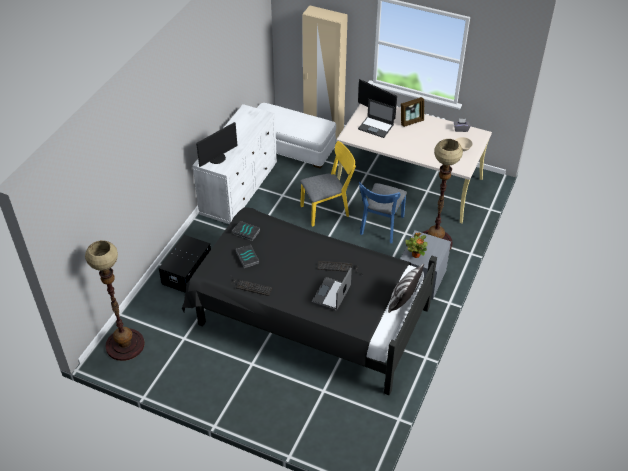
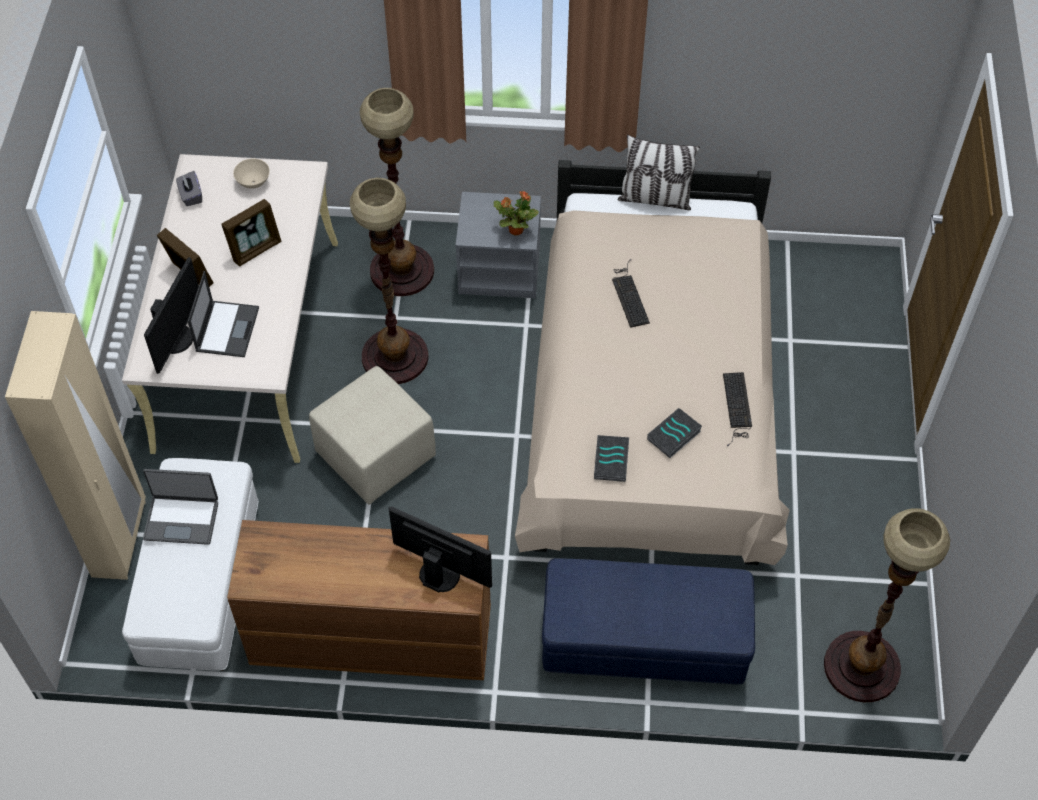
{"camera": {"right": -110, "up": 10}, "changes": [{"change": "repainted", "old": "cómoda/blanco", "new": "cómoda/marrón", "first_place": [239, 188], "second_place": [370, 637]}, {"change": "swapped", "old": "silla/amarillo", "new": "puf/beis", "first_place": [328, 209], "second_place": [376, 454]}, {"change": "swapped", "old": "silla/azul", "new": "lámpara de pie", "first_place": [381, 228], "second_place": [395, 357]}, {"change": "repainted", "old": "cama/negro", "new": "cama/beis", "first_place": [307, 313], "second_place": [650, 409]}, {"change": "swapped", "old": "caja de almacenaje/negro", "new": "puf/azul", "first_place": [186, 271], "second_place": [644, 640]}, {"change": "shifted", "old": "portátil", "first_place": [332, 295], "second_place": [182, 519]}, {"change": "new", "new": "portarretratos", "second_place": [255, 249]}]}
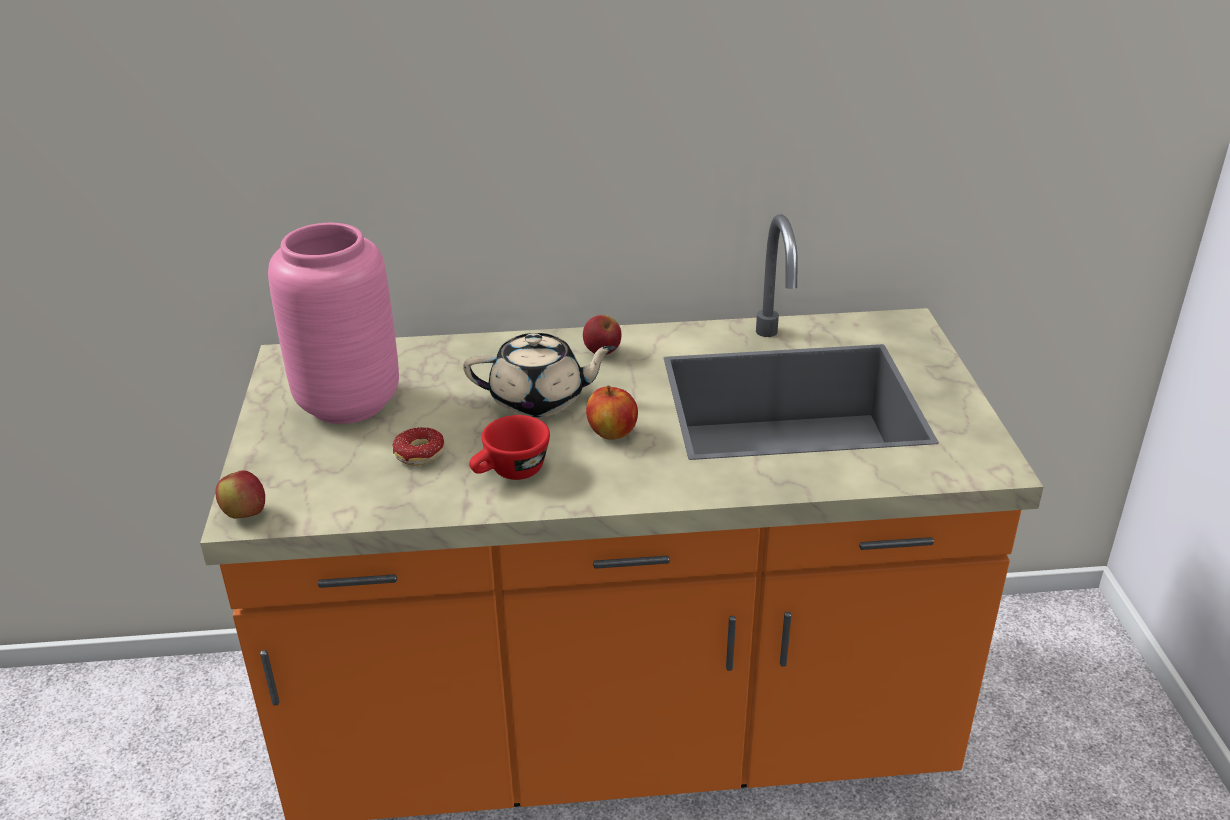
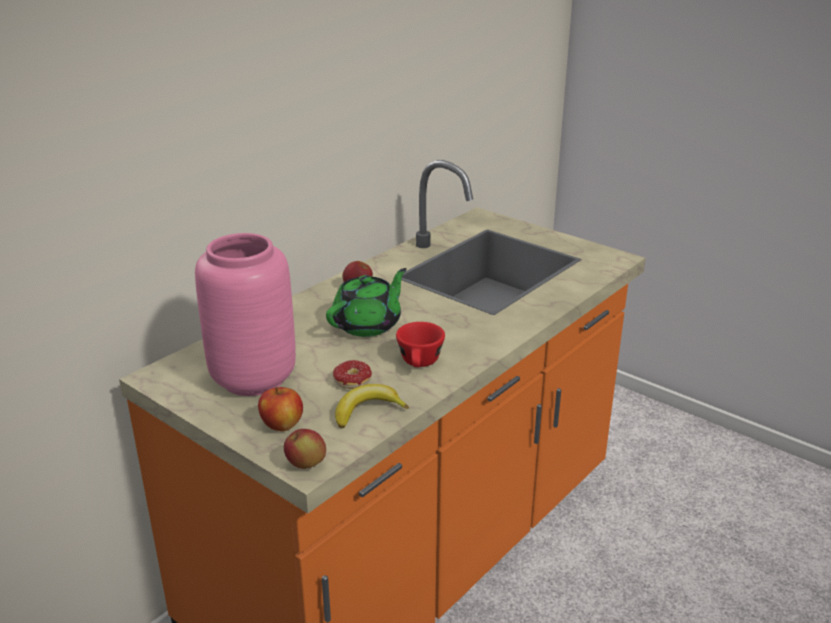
{"camera": {"right": -45, "up": -5}, "changes": [{"change": "repainted", "old": "tetera/beis", "new": "tetera/verde", "first_place": [539, 400], "second_place": [368, 324]}, {"change": "shifted", "old": "manzana", "first_place": [612, 433], "second_place": [282, 425]}, {"change": "new", "new": "plátano", "second_place": [367, 411]}]}
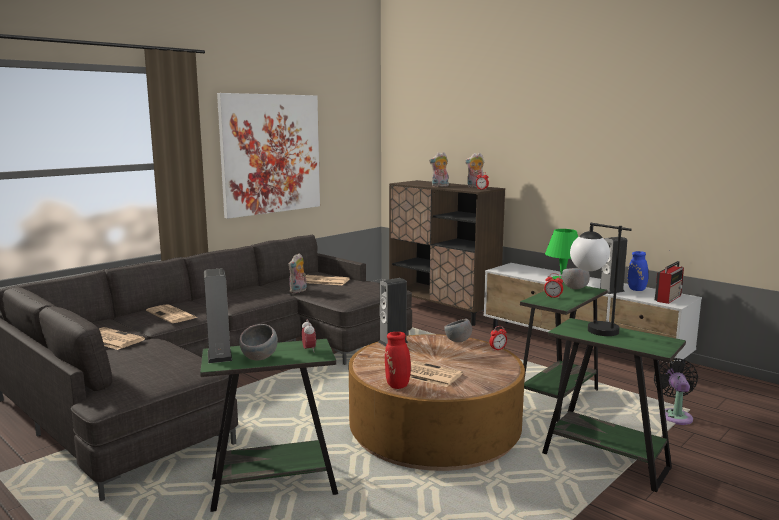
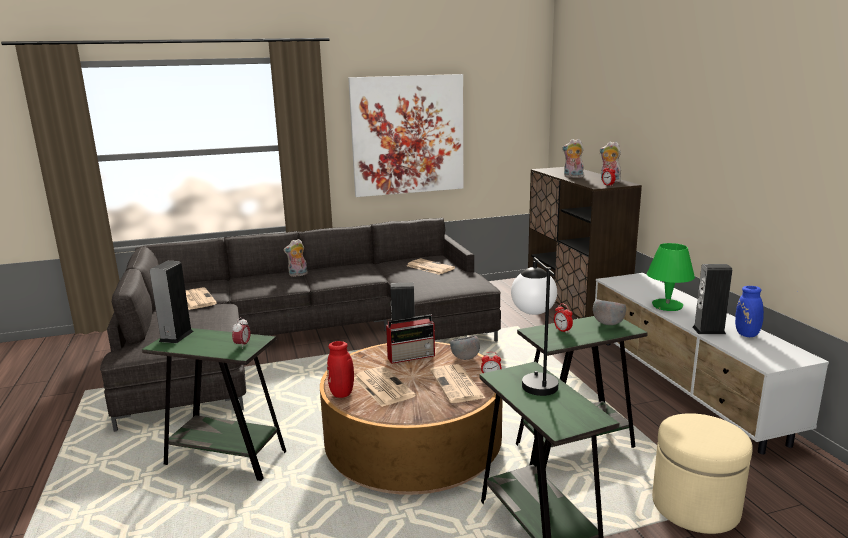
{"camera": {"right": 30, "up": 5}, "changes": [{"change": "shifted", "old": "peluche", "first_place": [298, 291], "second_place": [298, 275]}, {"change": "shifted", "old": "radio", "first_place": [668, 298], "second_place": [412, 356]}, {"change": "shifted", "old": "periódico", "first_place": [172, 315], "second_place": [457, 385]}, {"change": "gone", "old": "cuenco/gris", "first_place": [259, 358]}, {"change": "swapped", "old": "ventilador/negro", "new": "puf/beis", "first_place": [675, 415], "second_place": [695, 506]}]}
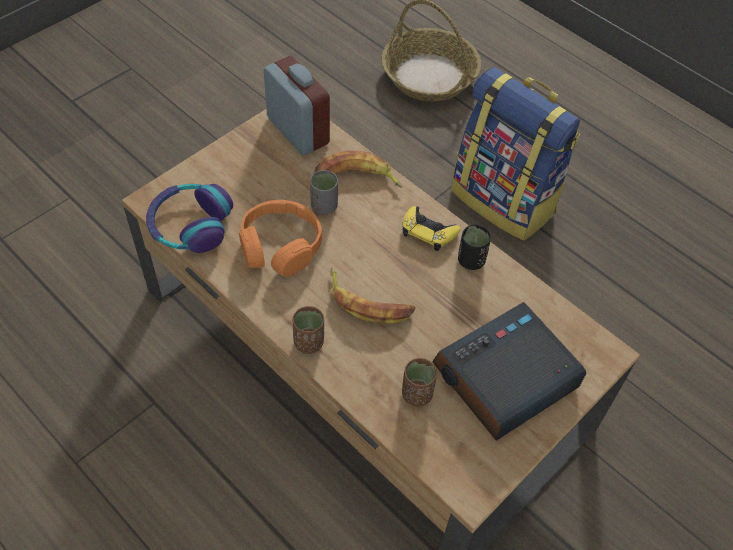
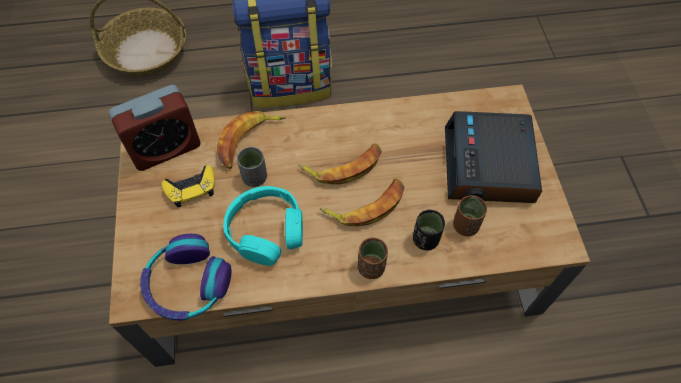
{"camera": {"right": -50, "up": 5}, "changes": [{"change": "rotated", "old": "despertador", "first_place": [298, 131], "second_place": [165, 148], "degrees": 150}, {"change": "repainted", "old": "auriculares/naranja", "new": "auriculares/turquesa", "first_place": [280, 246], "second_place": [266, 231]}, {"change": "shifted", "old": "mando de consola/amarillo", "first_place": [428, 232], "second_place": [191, 188]}, {"change": "shifted", "old": "taza/negro", "first_place": [471, 260], "second_place": [425, 239]}, {"change": "new", "new": "plátano", "second_place": [344, 166]}]}
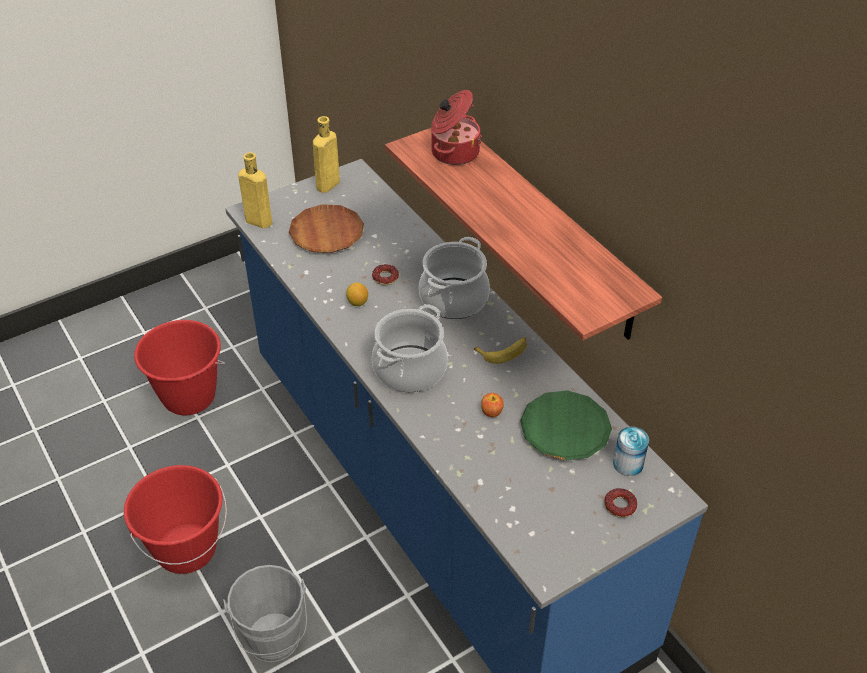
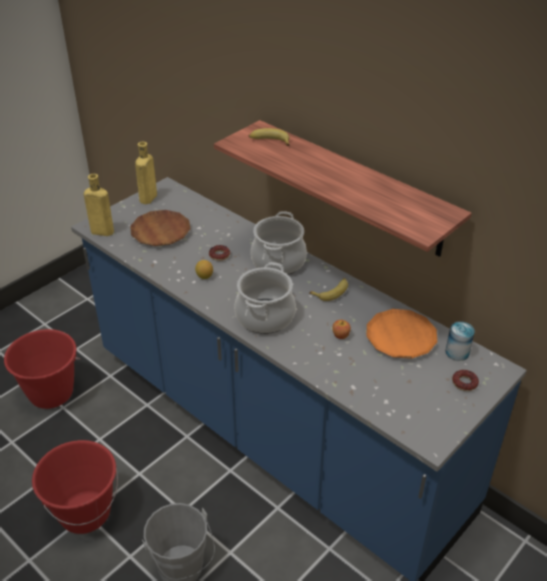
{"camera": {"right": -15, "up": -5}, "changes": [{"change": "swapped", "old": "olla", "new": "plátano", "first_place": [453, 152], "second_place": [269, 141]}, {"change": "repainted", "old": "plato/verde", "new": "plato/naranja", "first_place": [565, 430], "second_place": [400, 337]}]}
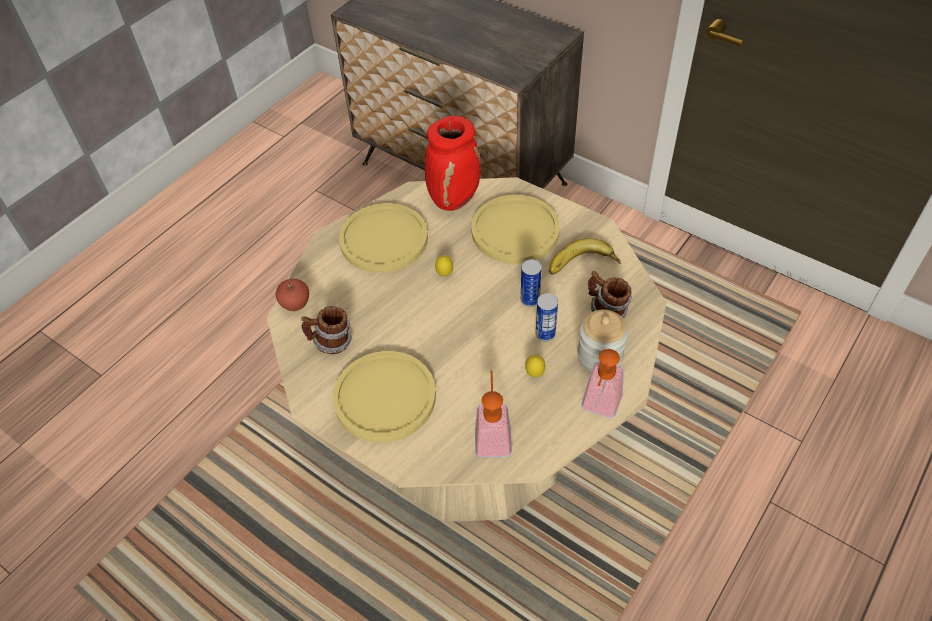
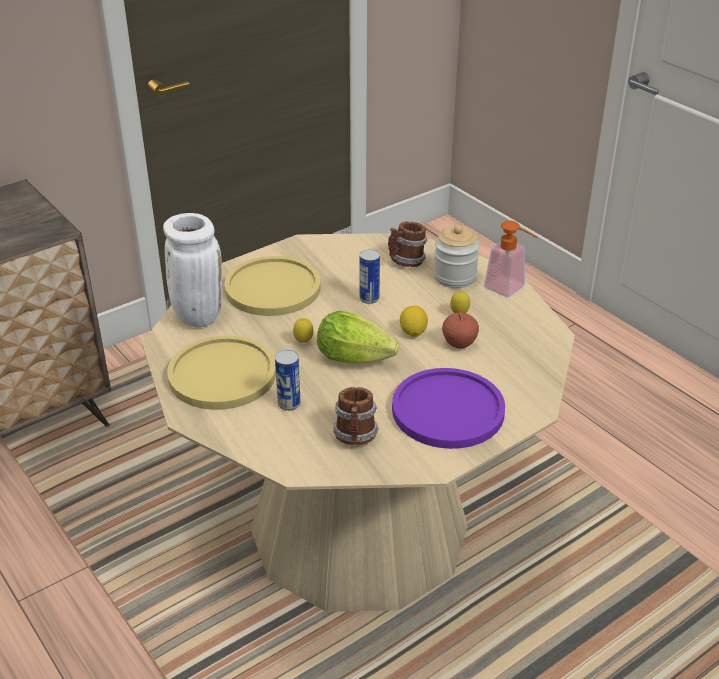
{"camera": {"right": -75, "up": -15}, "changes": [{"change": "repainted", "old": "florero/rojo", "new": "florero/blanco", "first_place": [454, 199], "second_place": [197, 315]}, {"change": "gone", "old": "plátano", "first_place": [583, 266]}, {"change": "shifted", "old": "manzana", "first_place": [295, 304], "second_place": [459, 343]}, {"change": "shifted", "old": "lata", "first_place": [545, 334], "second_place": [289, 404]}, {"change": "repainted", "old": "plato/amarillo", "new": "plato/morado", "first_place": [385, 397], "second_place": [448, 410]}, {"change": "gone", "old": "dispensador de jabón", "first_place": [493, 435]}, {"change": "new", "new": "limón", "second_place": [413, 332]}, {"change": "new", "new": "lechuga", "second_place": [359, 360]}]}
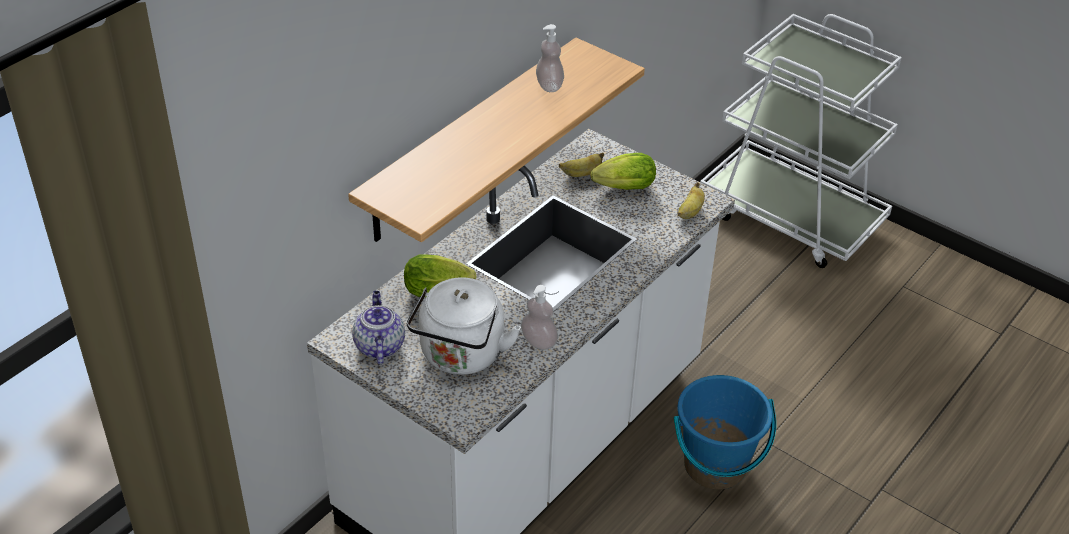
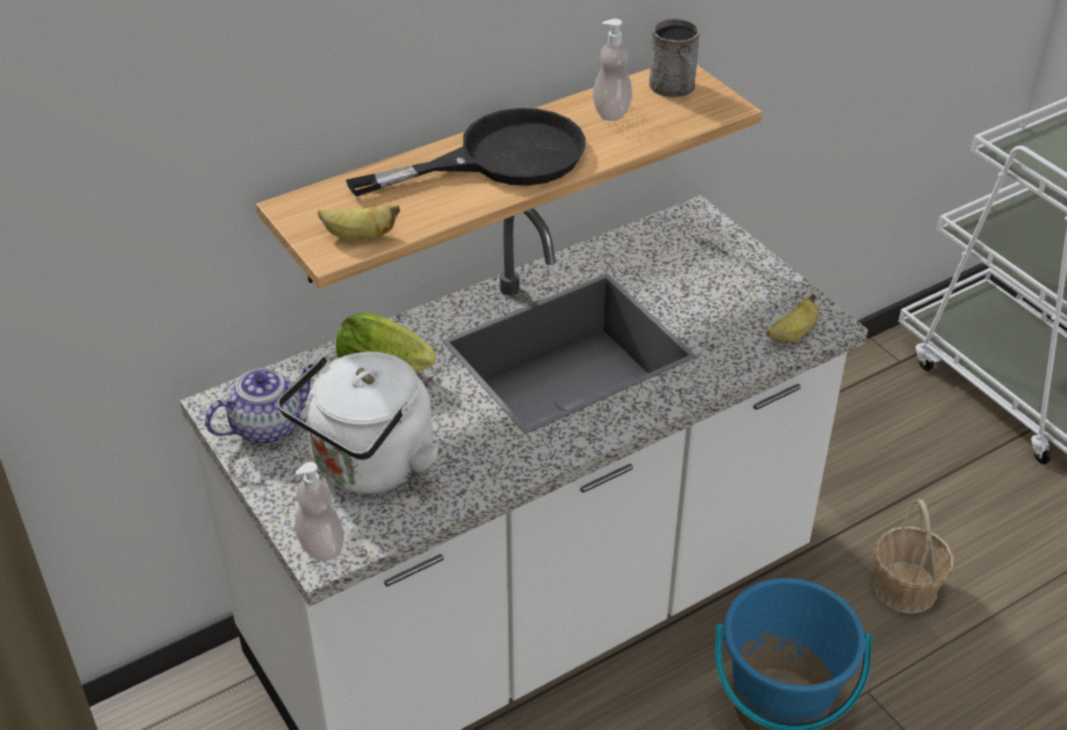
{"camera": {"right": 20, "up": 0}, "changes": [{"change": "shifted", "old": "plátano", "first_place": [581, 174], "second_place": [359, 236]}, {"change": "gone", "old": "lechuga", "first_place": [621, 188]}, {"change": "shifted", "old": "dispensador de jabón", "first_place": [539, 341], "second_place": [321, 546]}, {"change": "rotated", "old": "tetera", "first_place": [379, 345], "second_place": [268, 426], "degrees": 45}, {"change": "new", "new": "taza grande/gris", "second_place": [675, 89]}, {"change": "new", "new": "sartén/negro", "second_place": [500, 158]}, {"change": "new", "new": "cesta", "second_place": [905, 588]}]}
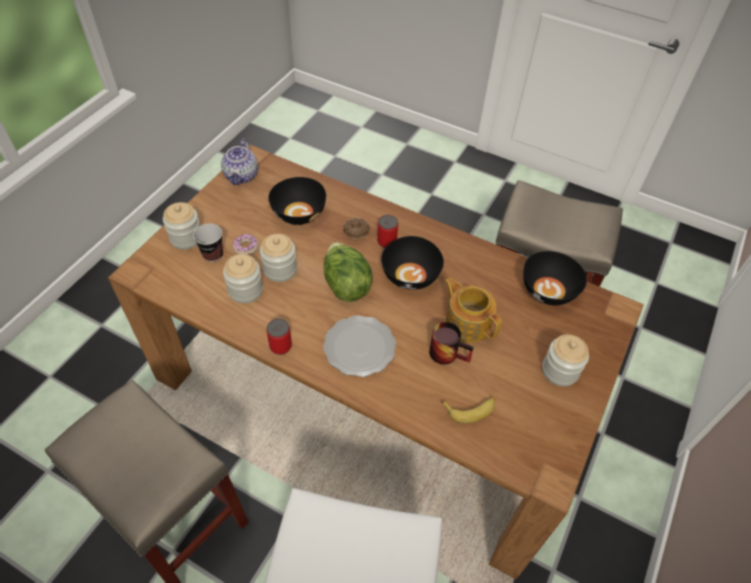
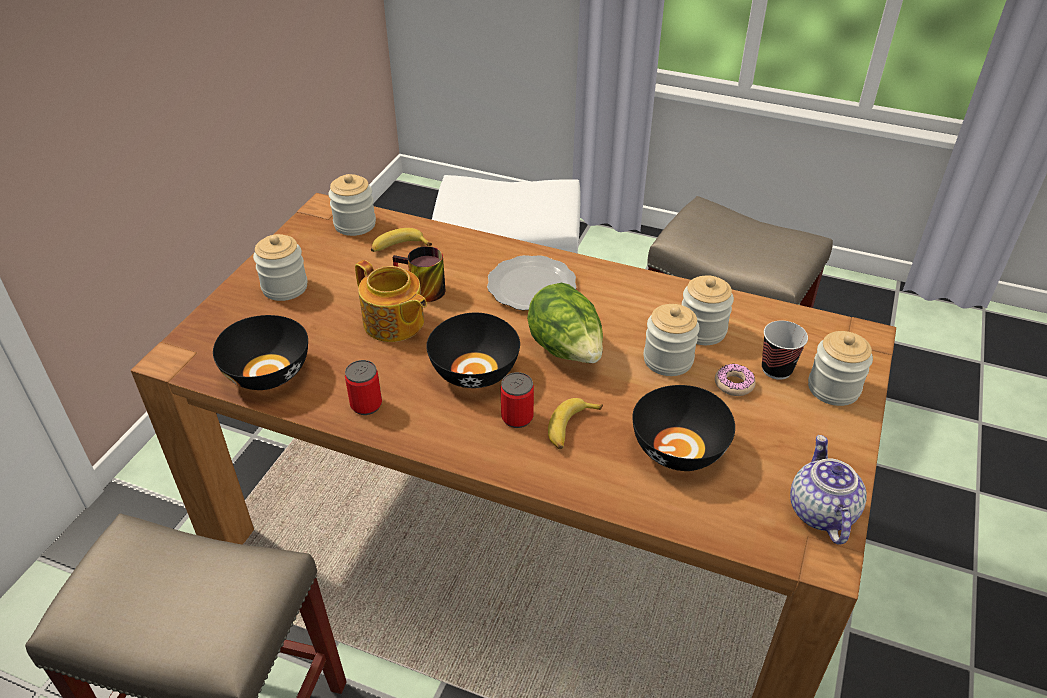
{"camera": {"right": 175, "up": -10}, "changes": [{"change": "swapped", "old": "rosquilla", "new": "plátano", "first_place": [356, 231], "second_place": [571, 428]}, {"change": "shifted", "old": "lata", "first_place": [280, 346], "second_place": [366, 405]}, {"change": "new", "new": "tarro", "second_place": [355, 224]}]}
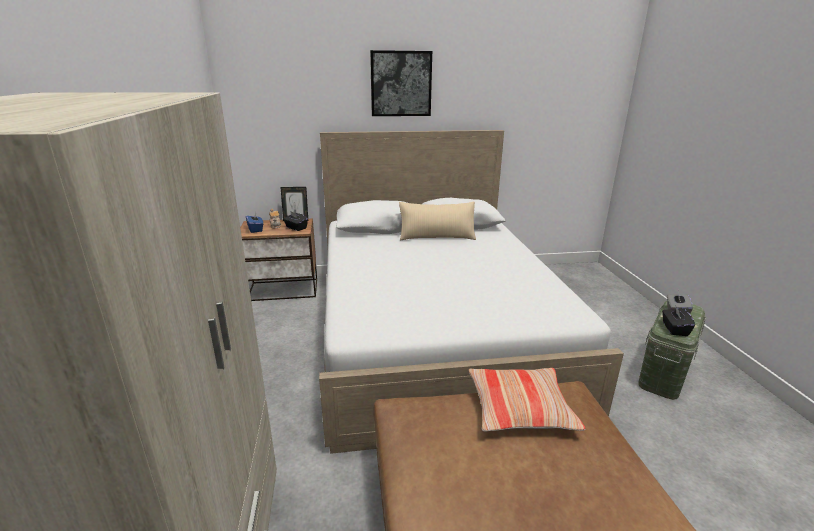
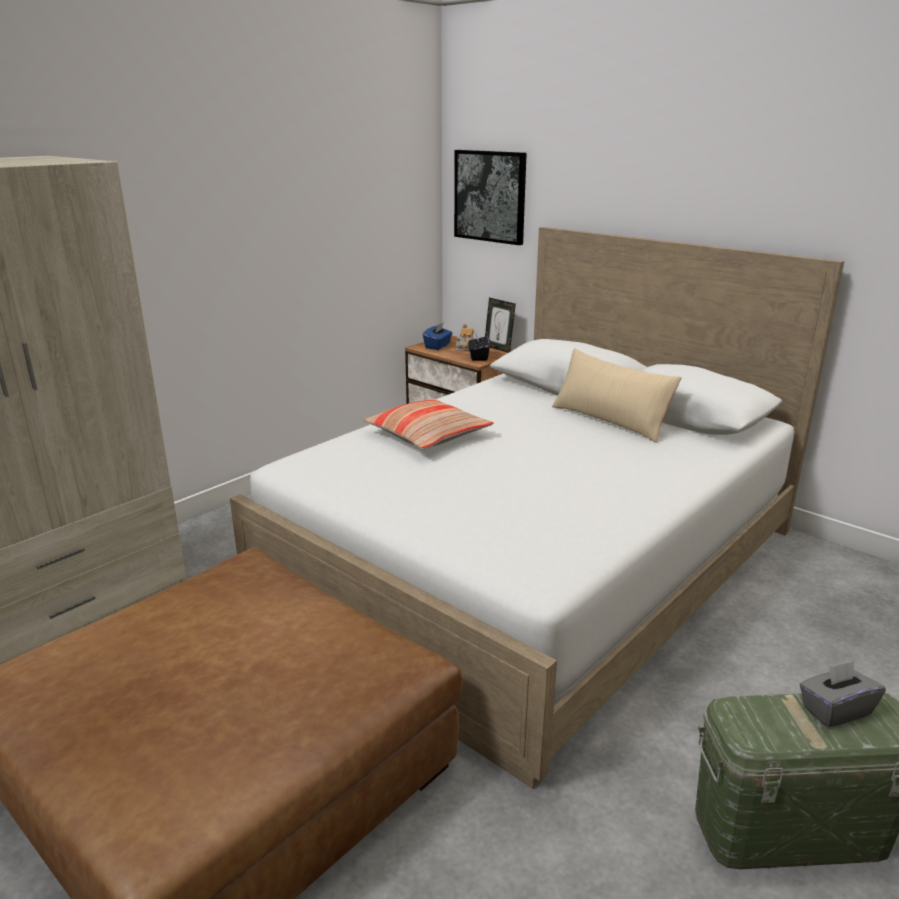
{"camera": {"right": 50, "up": 0}, "changes": [{"change": "shifted", "old": "cuadro", "first_place": [401, 84], "second_place": [490, 196]}, {"change": "gone", "old": "caja de pañuelos/negro", "first_place": [674, 329]}, {"change": "shifted", "old": "cojín", "first_place": [520, 408], "second_place": [428, 435]}]}
